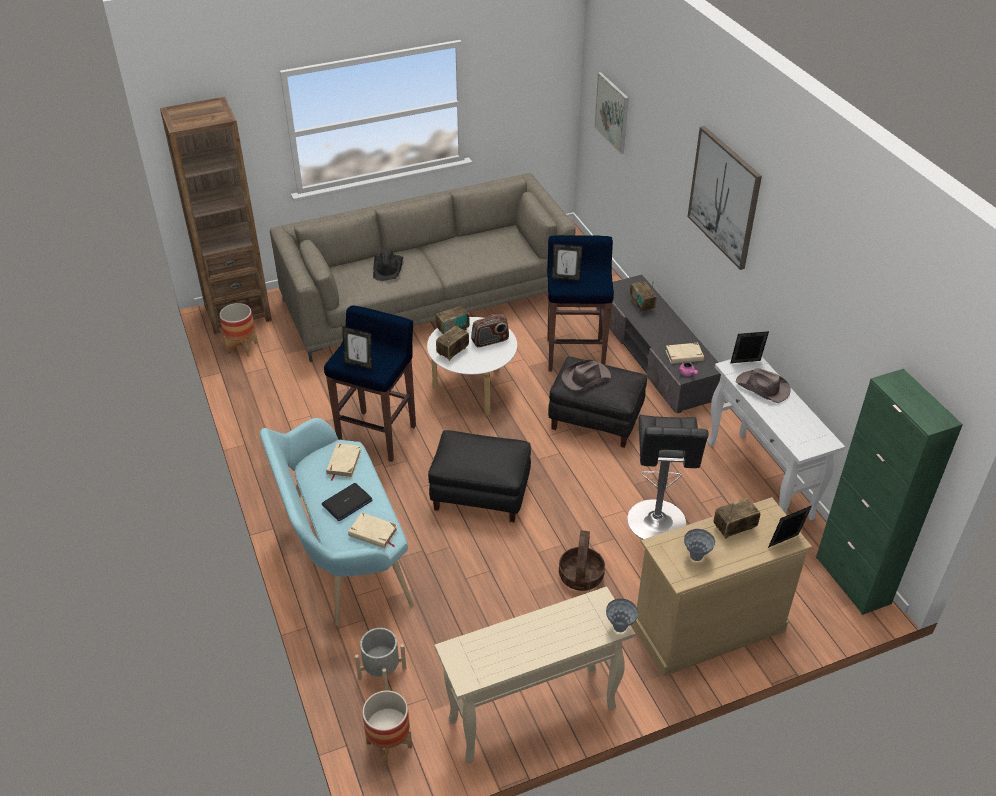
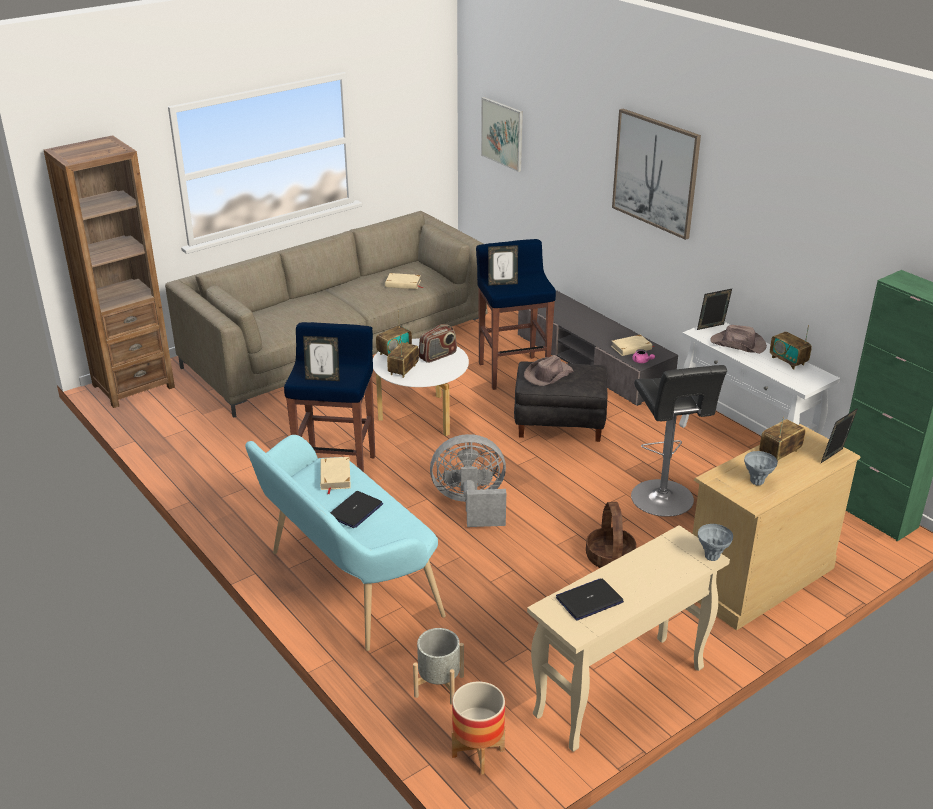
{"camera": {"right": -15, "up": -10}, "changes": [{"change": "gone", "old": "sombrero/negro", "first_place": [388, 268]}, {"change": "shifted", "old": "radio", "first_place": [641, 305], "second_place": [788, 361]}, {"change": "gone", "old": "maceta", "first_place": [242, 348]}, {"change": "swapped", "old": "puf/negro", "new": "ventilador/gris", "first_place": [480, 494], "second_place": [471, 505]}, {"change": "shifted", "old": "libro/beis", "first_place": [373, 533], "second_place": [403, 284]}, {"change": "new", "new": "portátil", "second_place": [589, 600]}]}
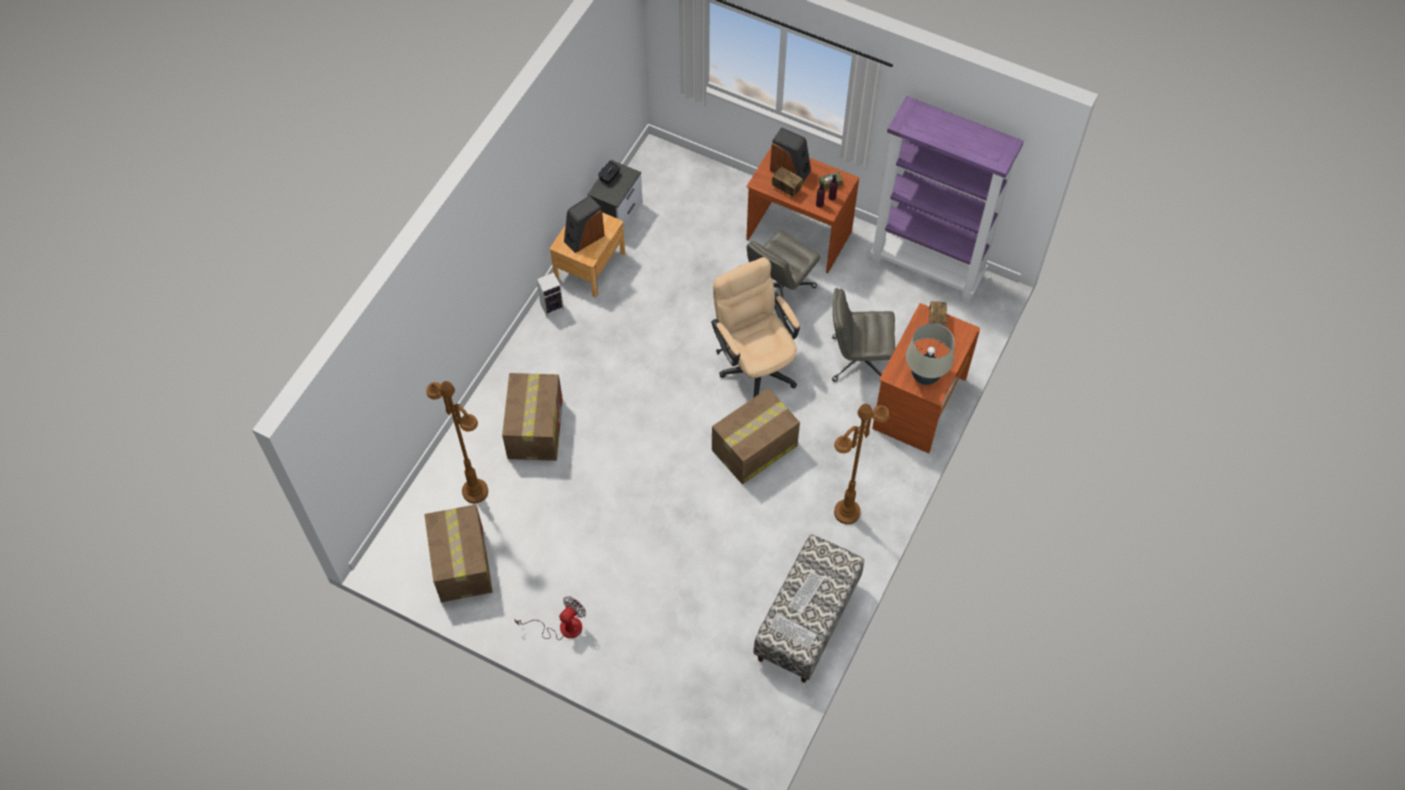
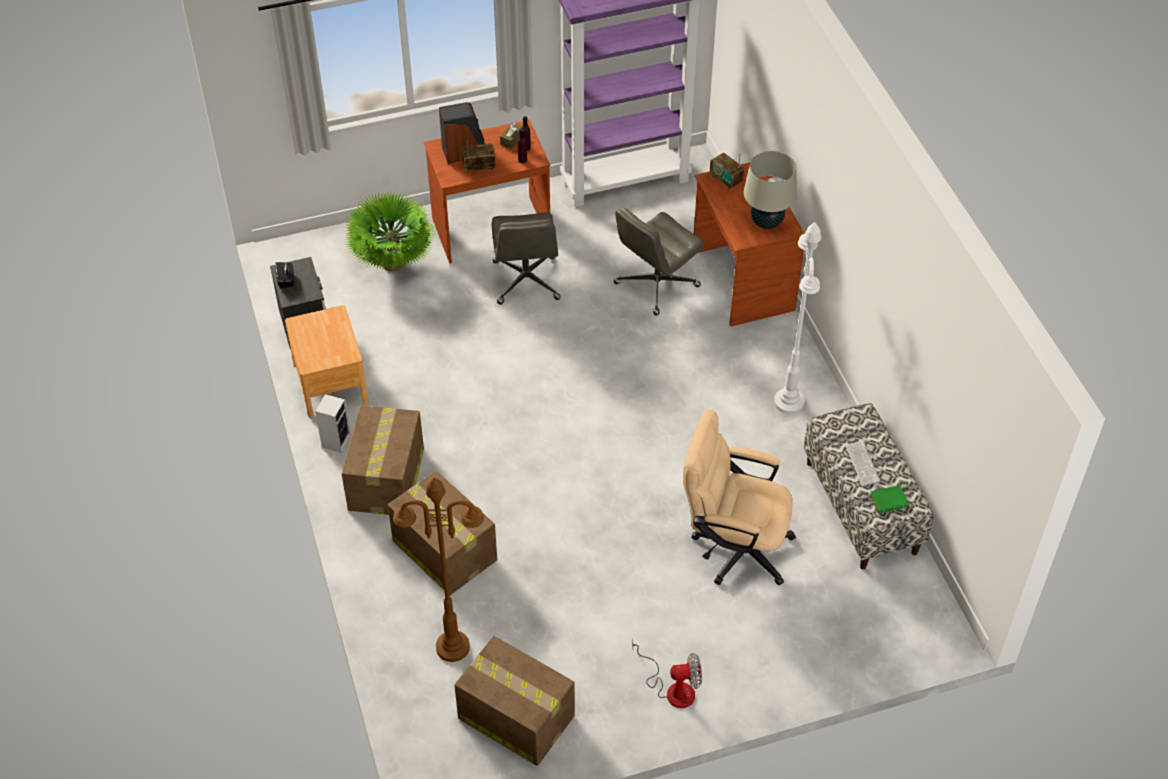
{"camera": {"right": -45, "up": -10}, "changes": [{"change": "gone", "old": "altavoz", "first_place": [584, 237]}, {"change": "shifted", "old": "silla de oficina/beis", "first_place": [755, 364], "second_place": [733, 547]}, {"change": "shifted", "old": "caja de cartón", "first_place": [753, 448], "second_place": [386, 480]}, {"change": "repainted", "old": "lámpara de pie/marrón", "new": "lámpara de pie/blanco", "first_place": [846, 512], "second_place": [789, 402]}, {"change": "rotated", "old": "ventilador", "first_place": [562, 627], "second_place": [672, 688], "degrees": 90}, {"change": "swapped", "old": "teclado", "new": "libro/verde", "first_place": [792, 631], "second_place": [889, 500]}, {"change": "new", "new": "planta en maceta", "second_place": [393, 263]}]}
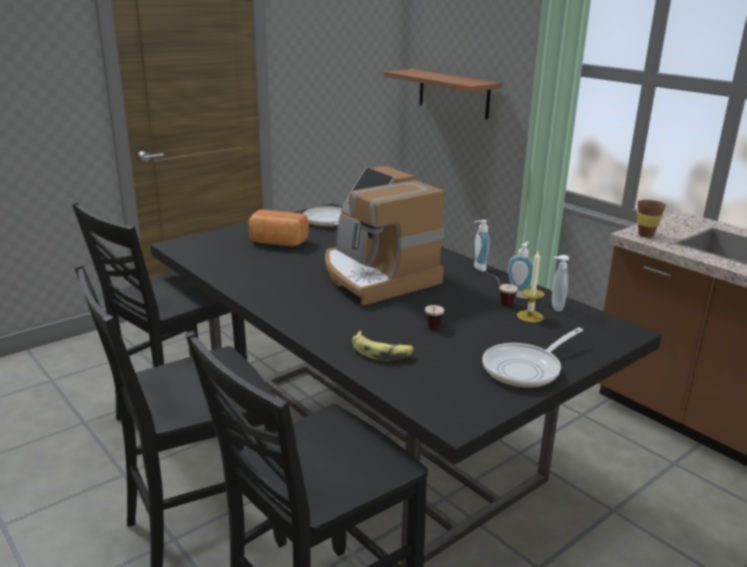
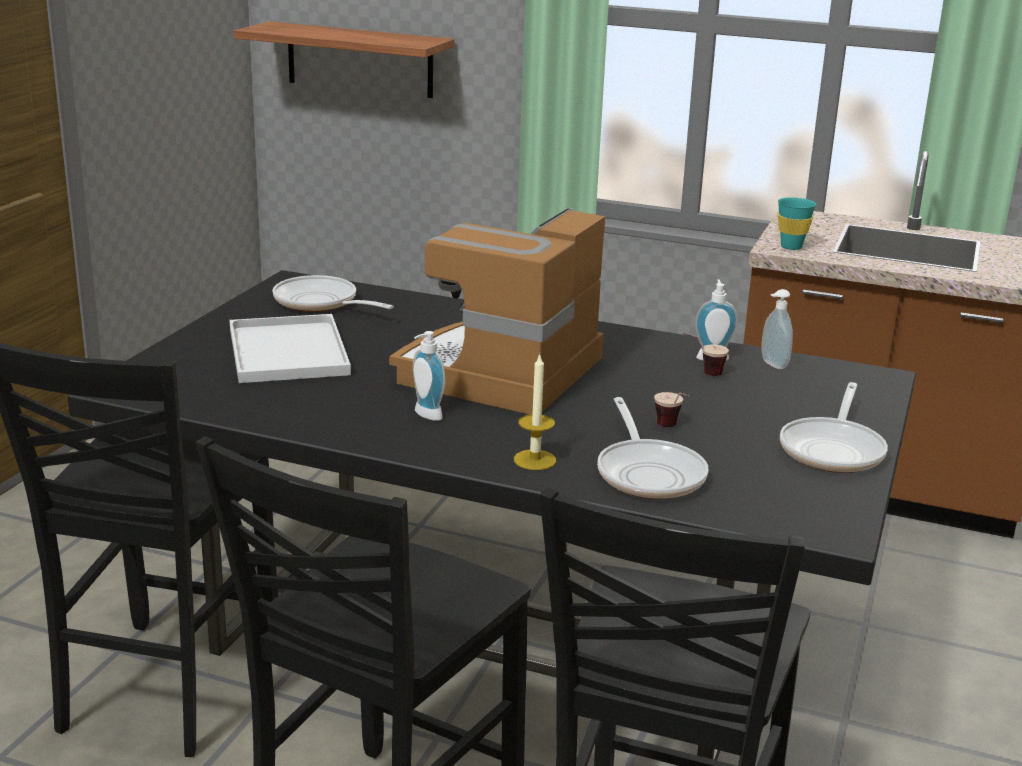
{"camera": {"right": -30, "up": 0}, "changes": [{"change": "rotated", "old": "cafetera", "first_place": [376, 276], "second_place": [503, 372], "degrees": 90}, {"change": "repainted", "old": "taza/marrón", "new": "taza/turquesa", "first_place": [645, 235], "second_place": [791, 247]}, {"change": "swapped", "old": "pan", "new": "bandeja/blanco", "first_place": [277, 242], "second_place": [286, 350]}, {"change": "shifted", "old": "dispensador de jabón", "first_place": [477, 268], "second_place": [425, 415]}, {"change": "shifted", "old": "vela", "first_place": [530, 316], "second_place": [535, 460]}, {"change": "swapped", "old": "plátano", "new": "sartén", "first_place": [382, 352], "second_place": [649, 473]}]}
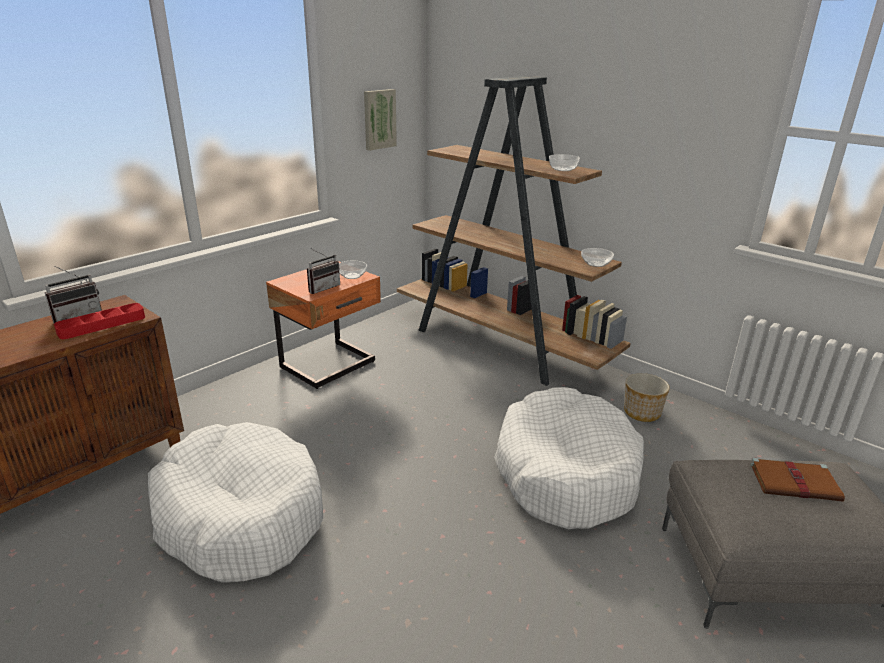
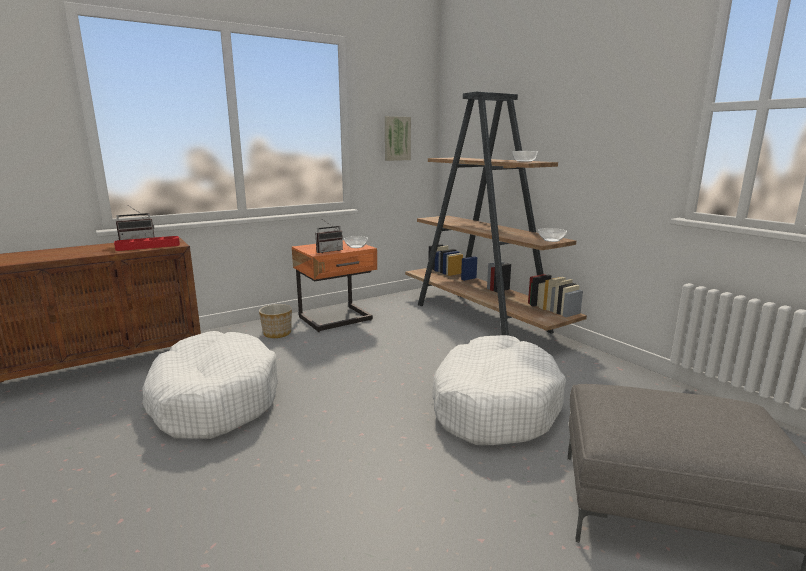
{"camera": {"right": 15, "up": -10}, "changes": [{"change": "shifted", "old": "maceta", "first_place": [641, 412], "second_place": [277, 333]}, {"change": "gone", "old": "libro/marrón", "first_place": [796, 483]}]}
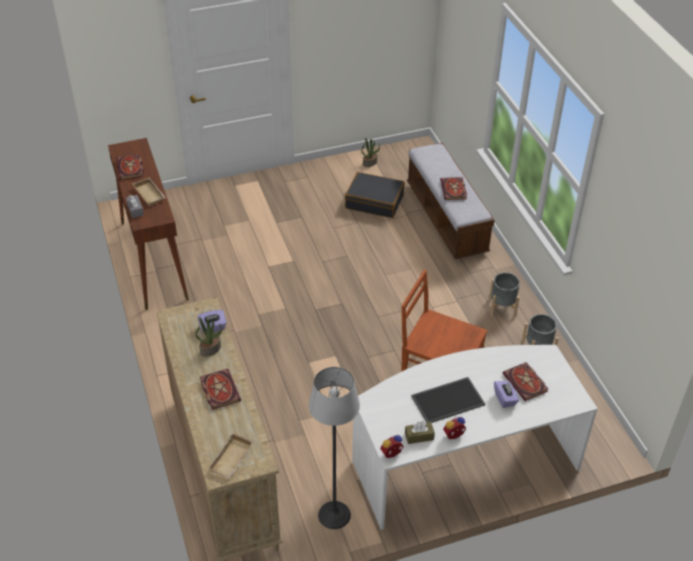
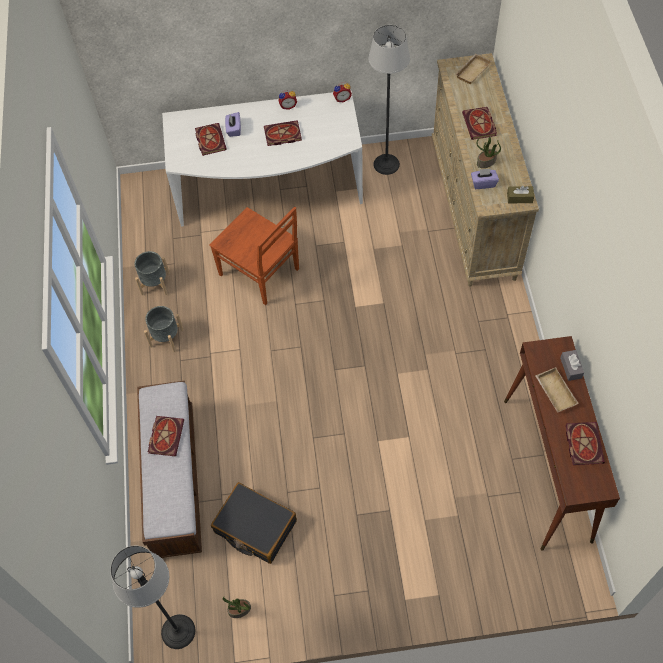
{"camera": {"right": -165, "up": 15}, "changes": [{"change": "swapped", "old": "bandeja", "new": "libro", "first_place": [448, 399], "second_place": [281, 135]}, {"change": "shifted", "old": "caja de pañuelos/marrón", "first_place": [419, 436], "second_place": [519, 198]}, {"change": "new", "new": "lámpara de pie", "second_place": [178, 631]}]}
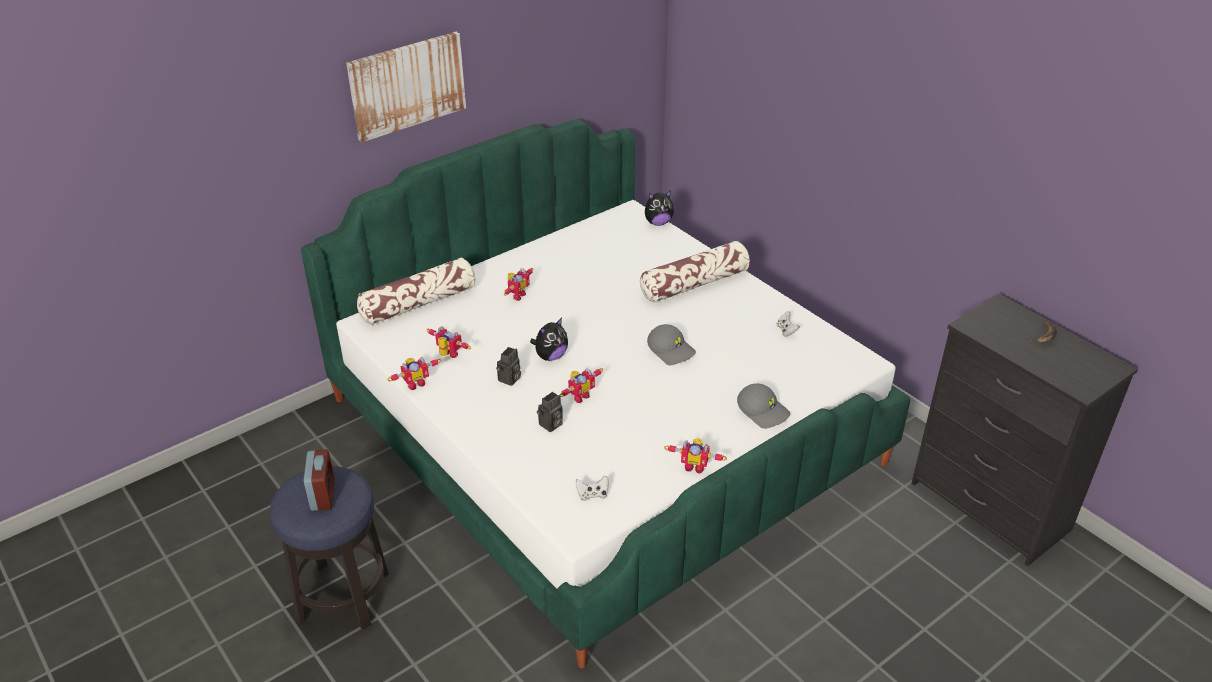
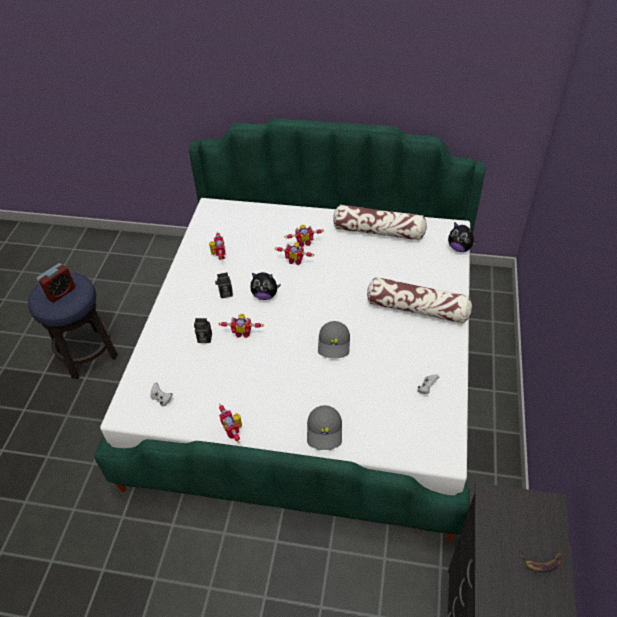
{"camera": {"right": 50, "up": 10}, "changes": [{"change": "gone", "old": "cuadro", "first_place": [407, 85]}, {"change": "shifted", "old": "cojín", "first_place": [419, 303], "second_place": [379, 231]}, {"change": "shifted", "old": "robot de juguete", "first_place": [415, 383], "second_place": [295, 260]}]}
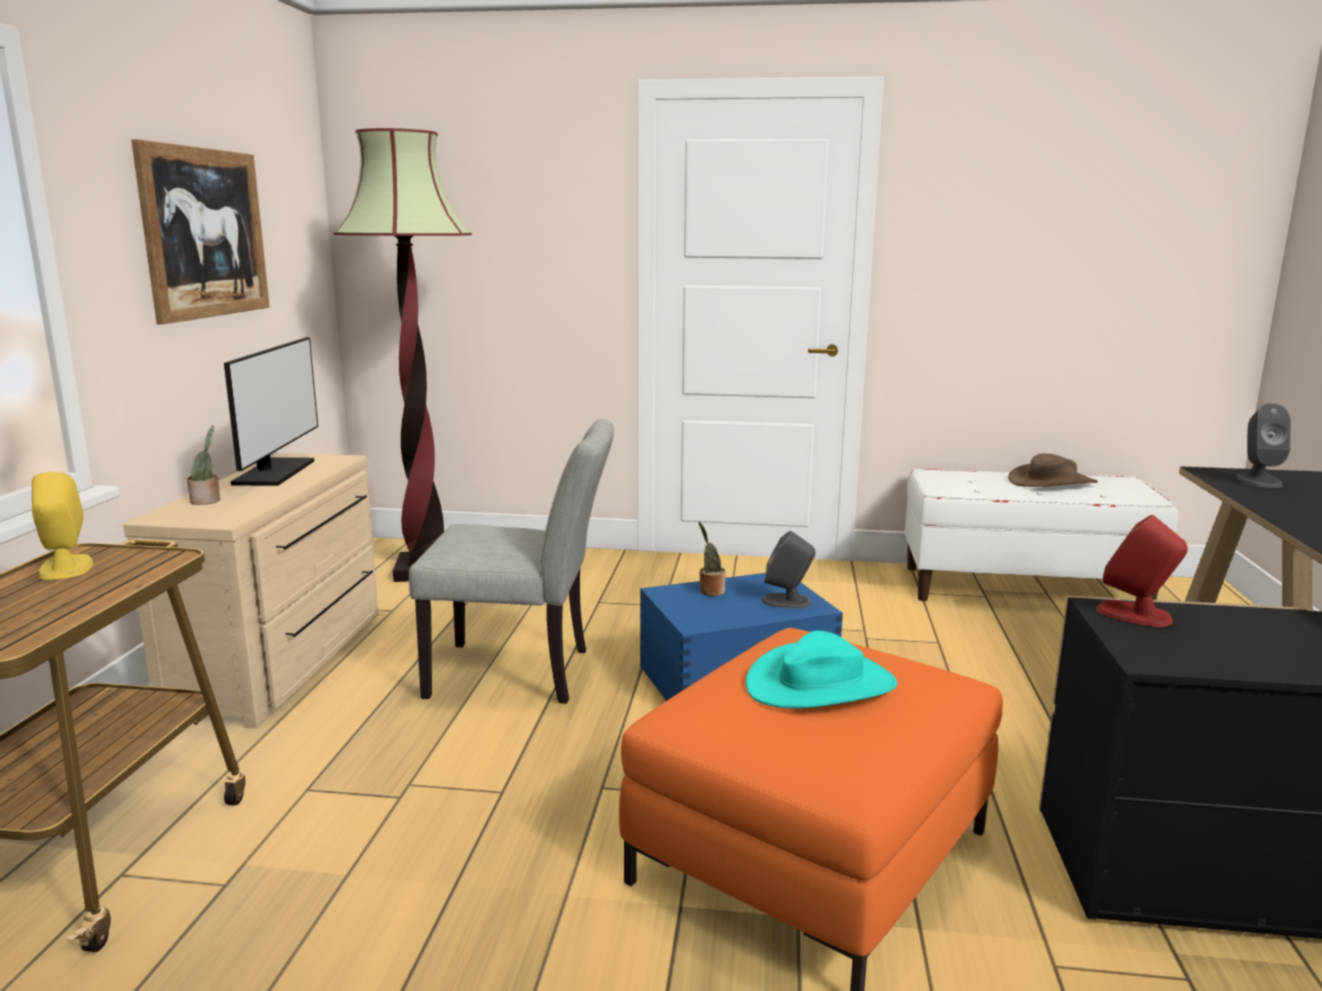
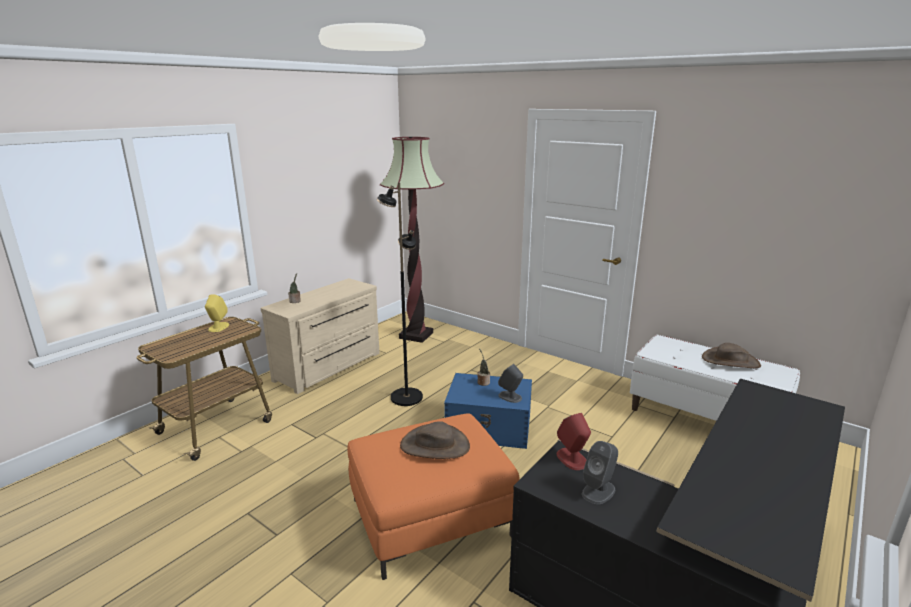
{"camera": {"right": 30, "up": 5}, "changes": [{"change": "gone", "old": "cuadro", "first_place": [205, 233]}, {"change": "gone", "old": "monitor", "first_place": [274, 472]}, {"change": "shifted", "old": "altavoz/gris", "first_place": [1258, 480], "second_place": [598, 491]}, {"change": "swapped", "old": "silla/gris", "new": "lámpara de pie/negro", "first_place": [523, 673], "second_place": [406, 397]}, {"change": "repainted", "old": "sombrero/turquesa", "new": "sombrero/marrón", "first_place": [820, 684], "second_place": [435, 445]}]}
